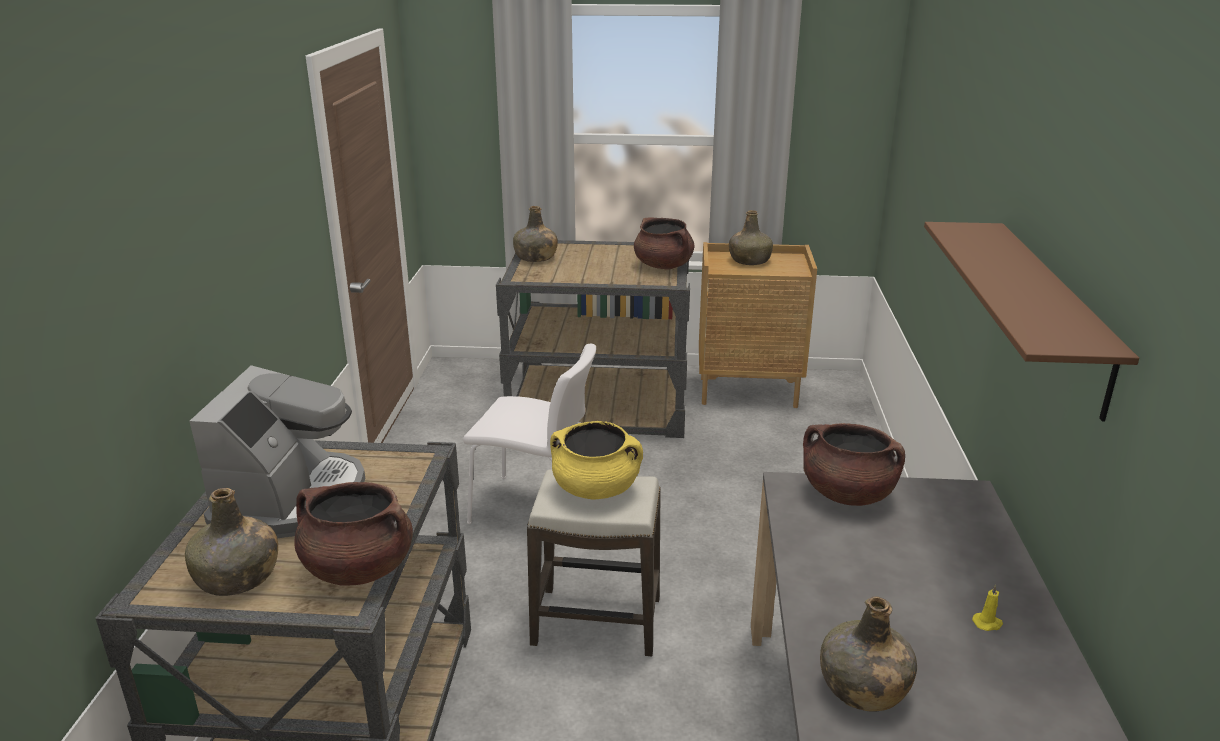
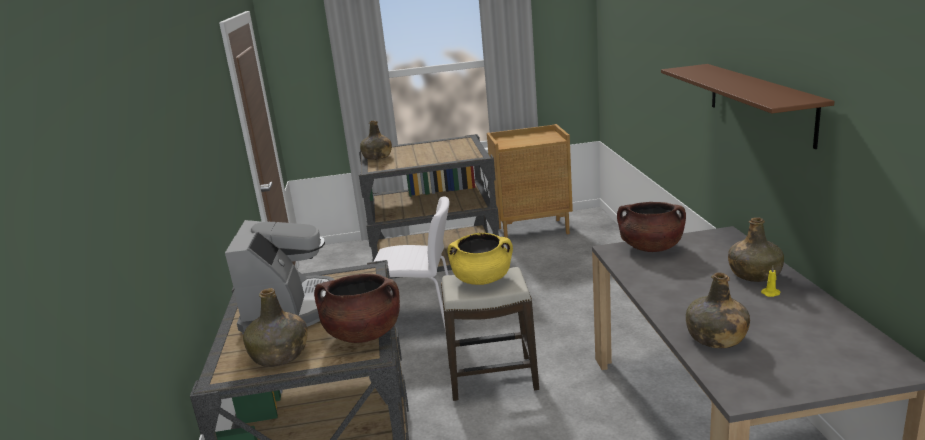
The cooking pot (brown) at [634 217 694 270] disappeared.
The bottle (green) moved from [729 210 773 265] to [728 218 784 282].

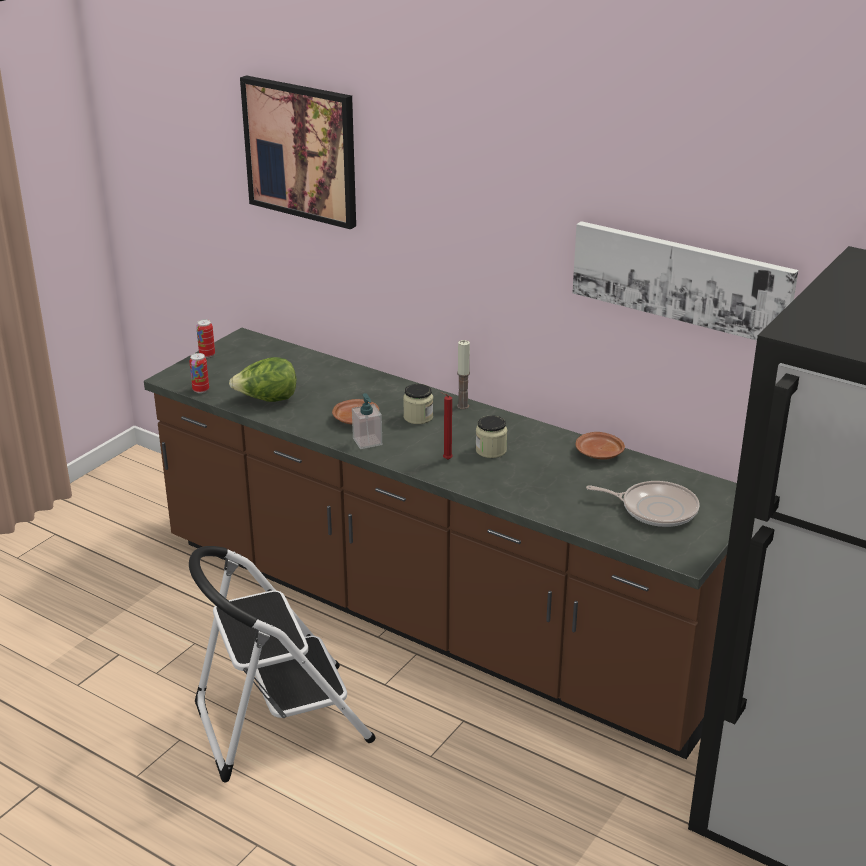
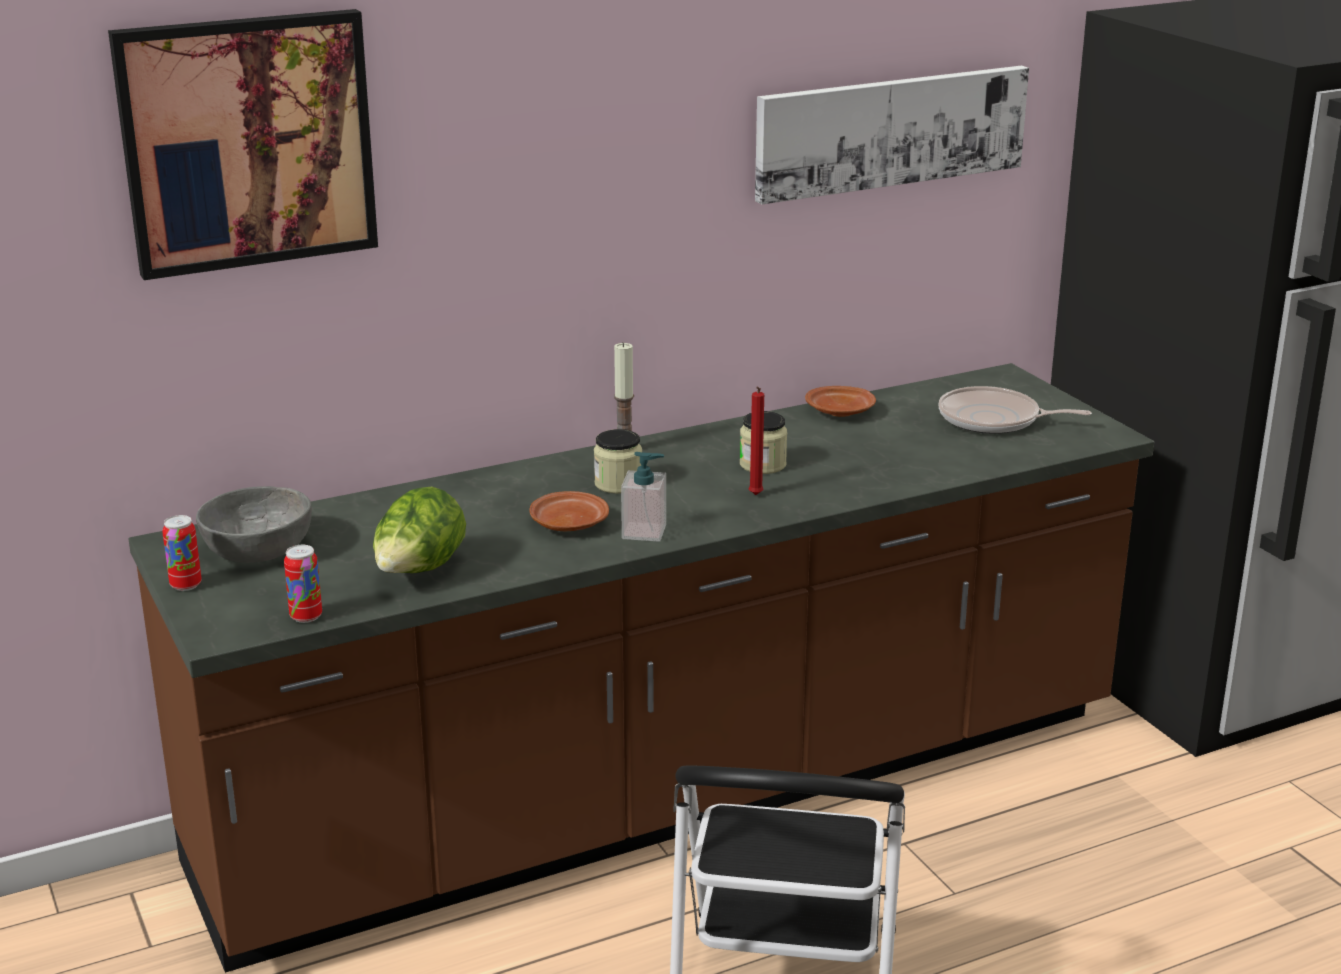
The frying pan at [586 481 699 527] turned 120 degrees counterclockwise.
The bowl (grey) at [196 486 312 563] appeared.

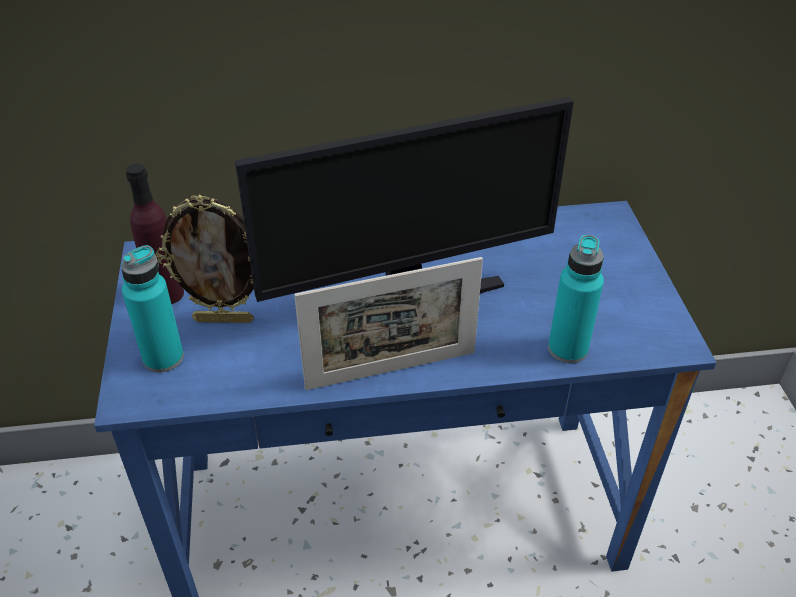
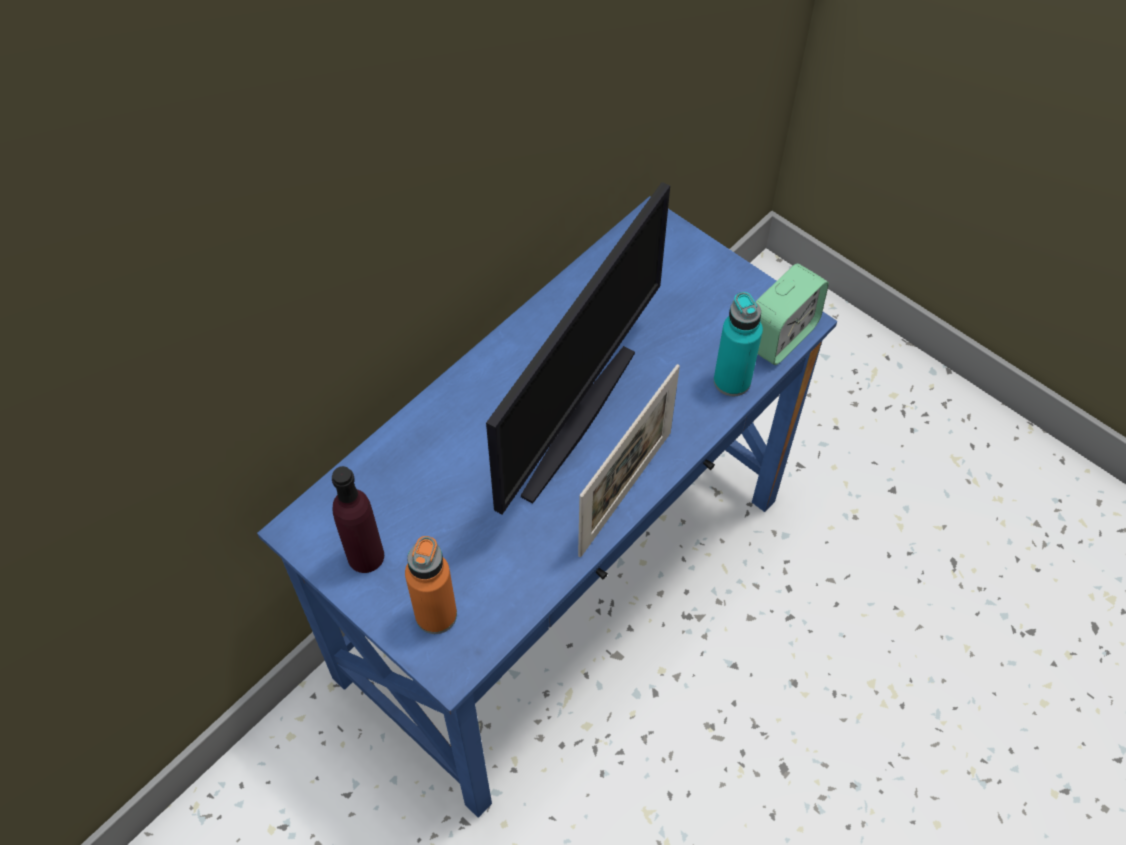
The bottle (turquoise) at [121 245 184 373] became the bottle (orange) at [405 536 457 634].
The picture frame at [156 194 254 323] disappeared.
The alarm clock at [756 264 829 365] appeared.

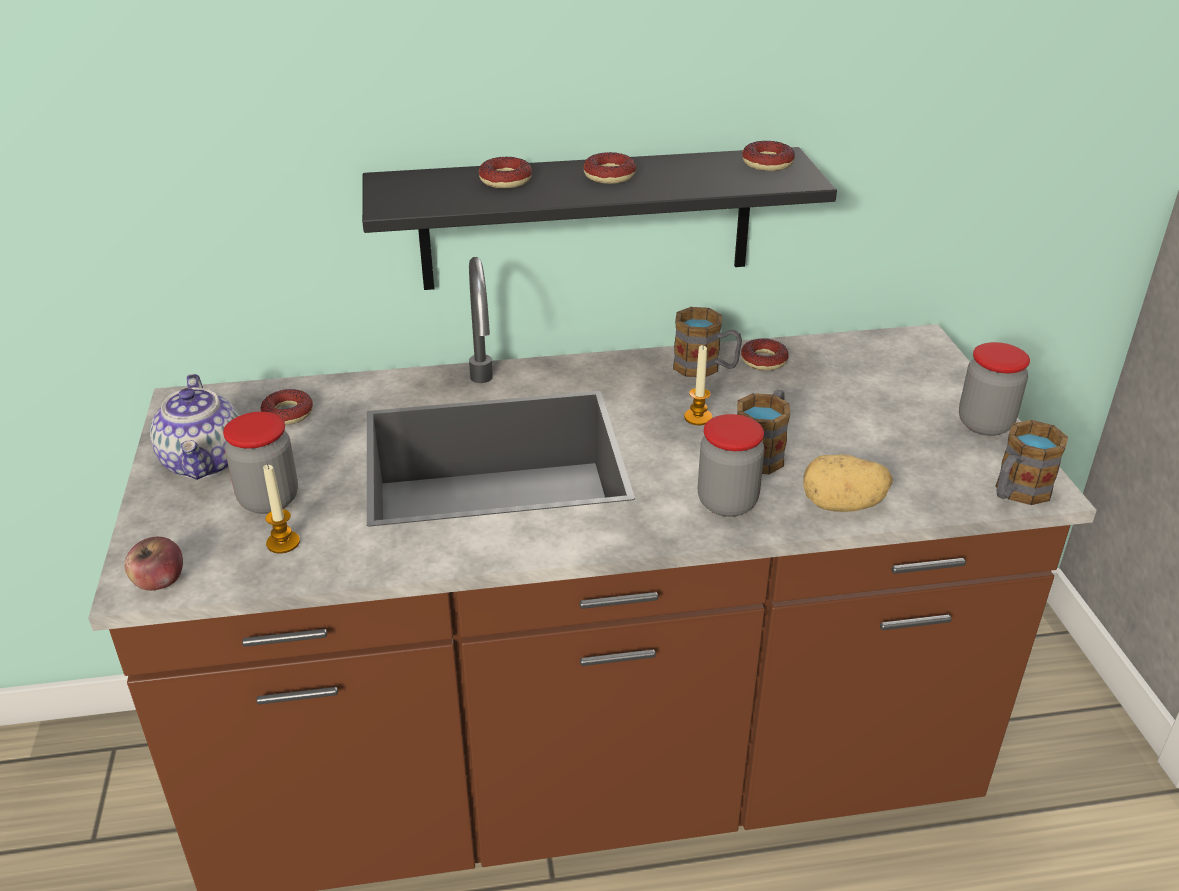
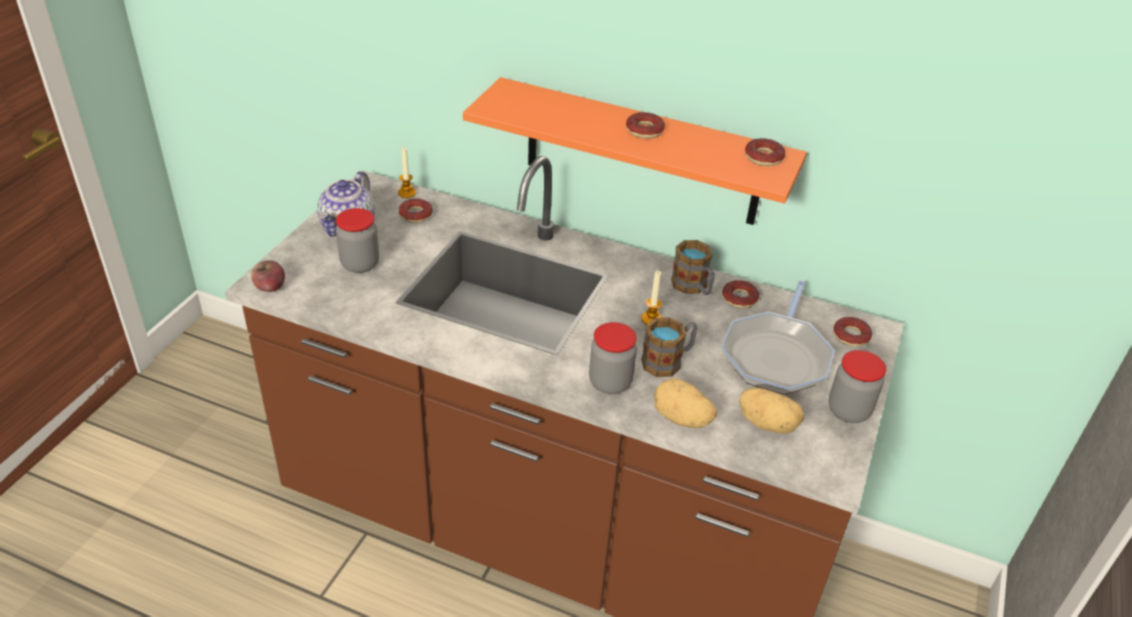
The candle moved from [263 464 300 554] to [398 147 416 198].
The shelf (black) at [362 147 837 290] became the shelf (orange) at [463 77 807 225].
The donut moved from [479 157 532 188] to [833 317 872 347].
The mug at [995 420 1068 505] disappeared.
The frying pan at [721 280 835 394] appeared.
The potato at [739 388 804 434] appeared.

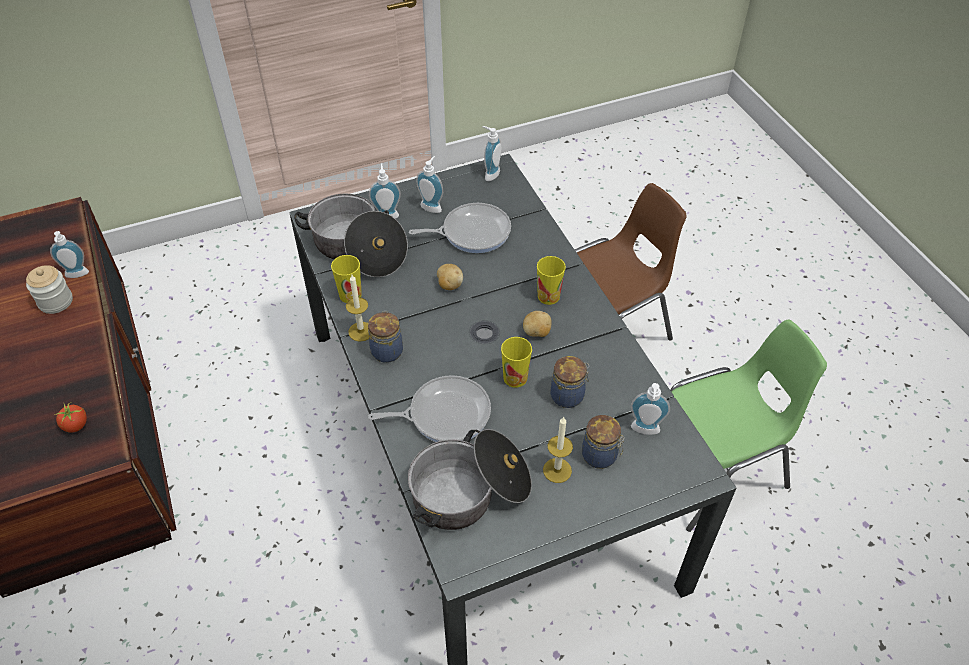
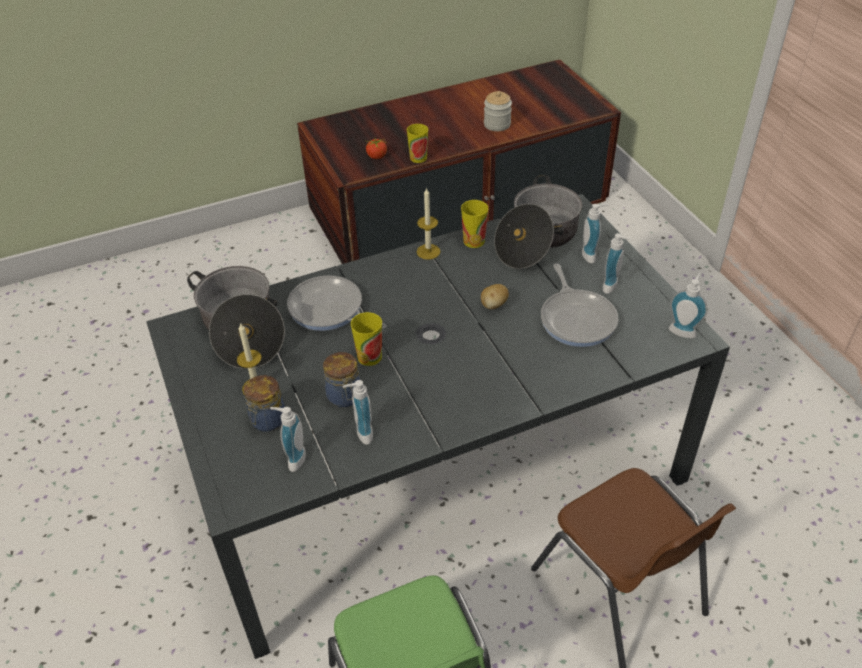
The soap dispenser moved from [50 231 89 278] to [343 380 373 445].
The jar at [368 311 403 363] disappeared.
The frying pan at [368 375 491 442] turned 135 degrees clockwise.
The potato at [523 311 552 337] disappeared.
The cup moved from [537 256 566 305] to [407 124 428 163].

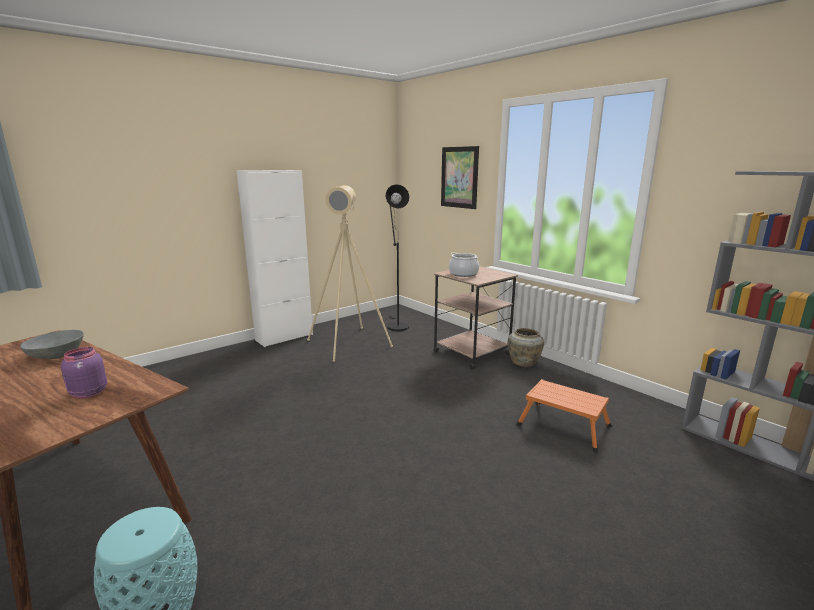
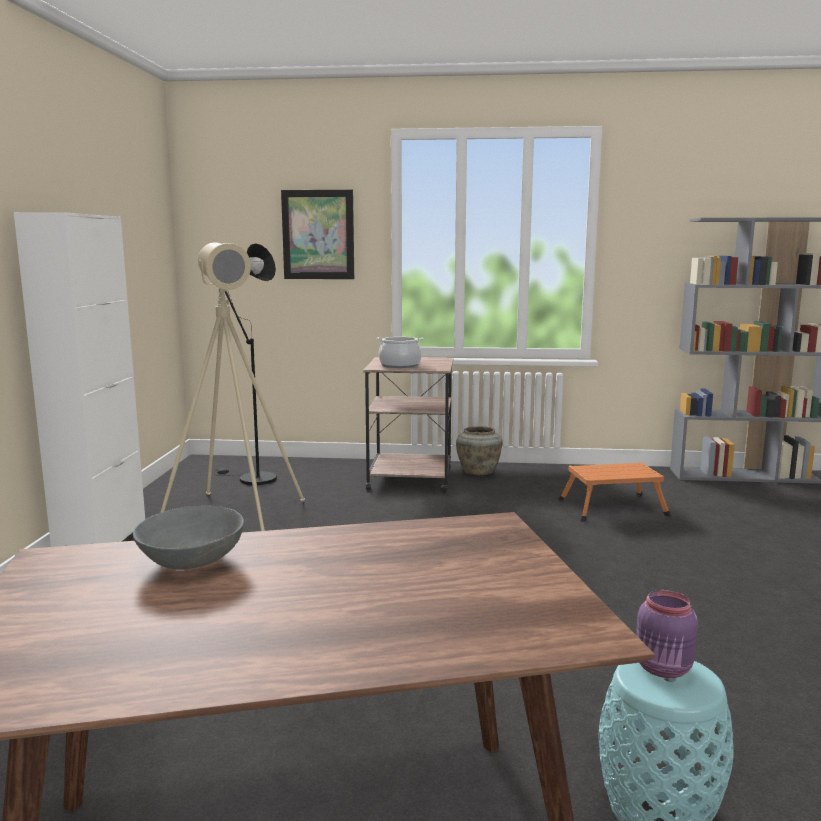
The jar (purple) moved from [61 347 107 398] to [636 590 698 678].

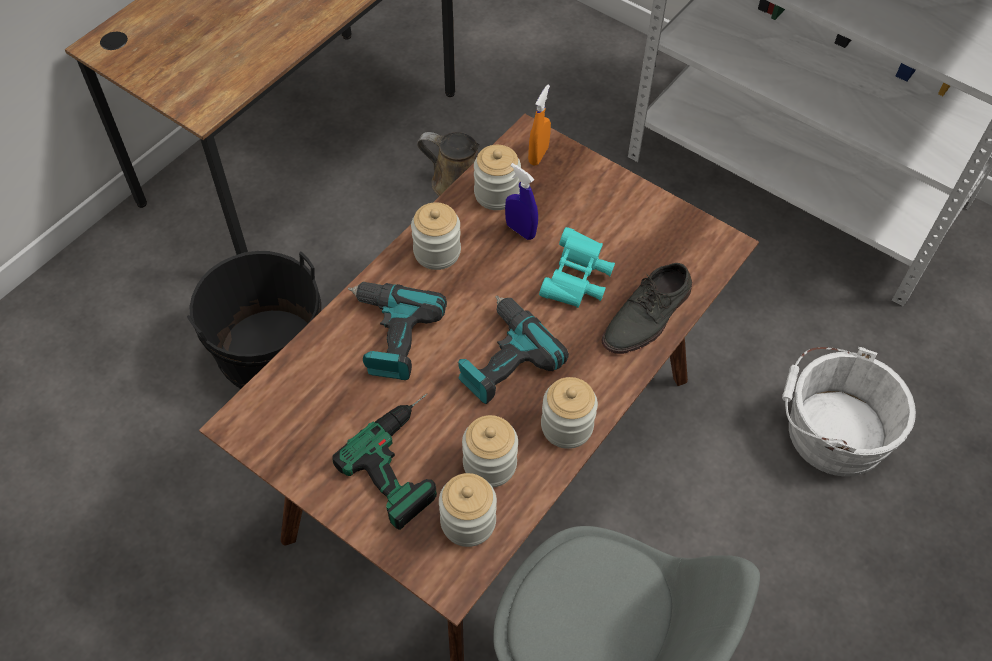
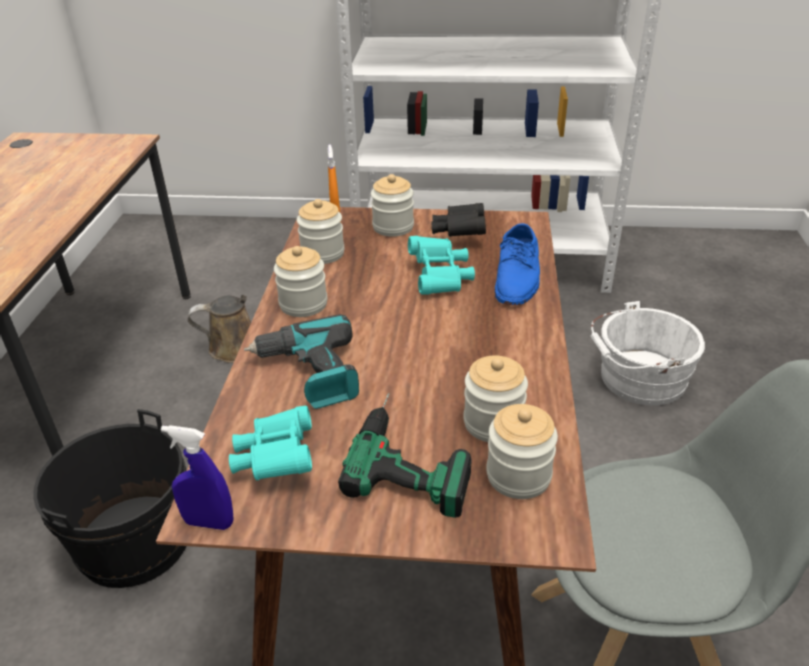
The power drill at [458 296 569 404] disappeared.
The spray bottle (blue) moved from [505 163 538 240] to [161 425 234 530].
The jar moved from [541 377 598 449] to [371 174 414 237].
The shoe (grey) at [602 263 692 354] became the shoe (blue) at [495 223 540 305].
The binoculars (turquoise) at [229 405 312 481] appeared.
The binoculars (black) at [432 203 486 237] appeared.

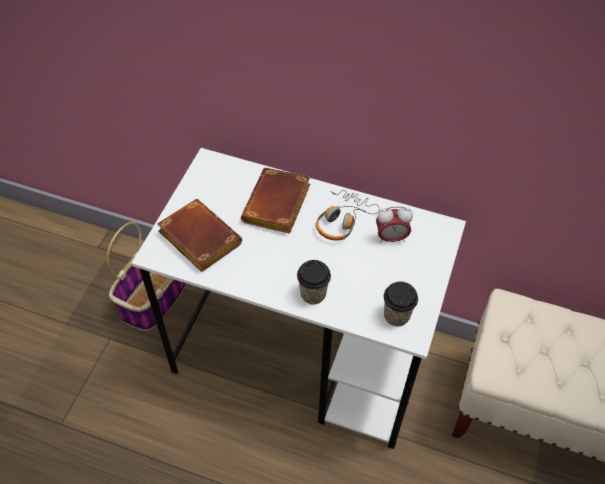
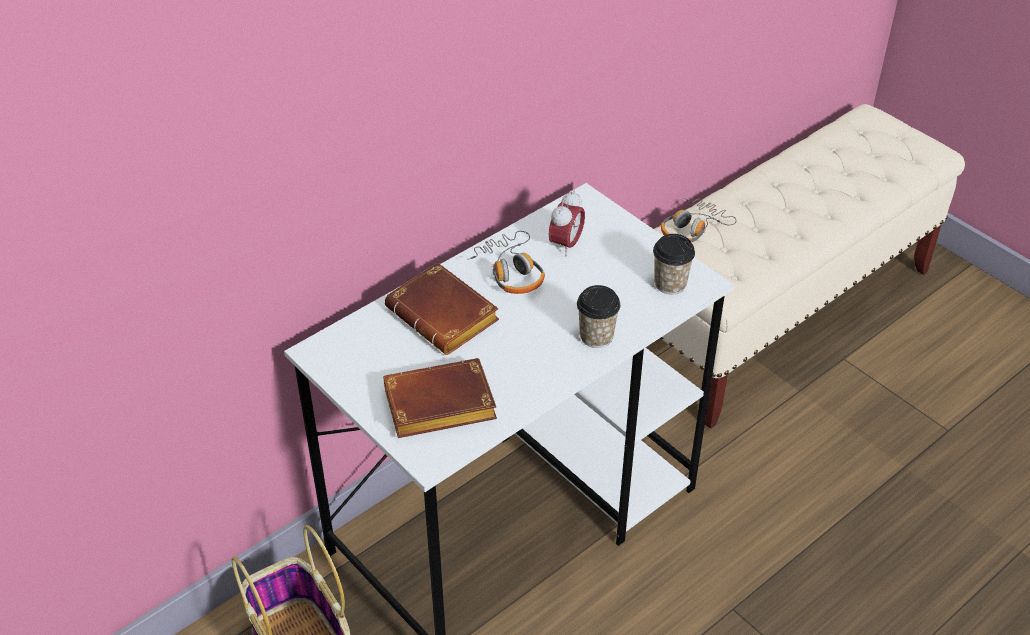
The headphones at [661 198 737 242] appeared.

